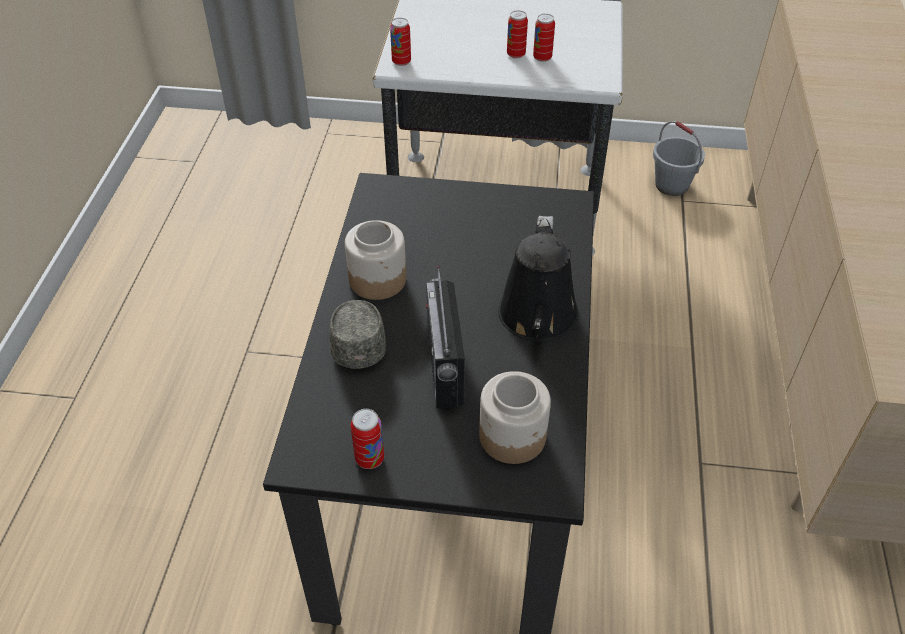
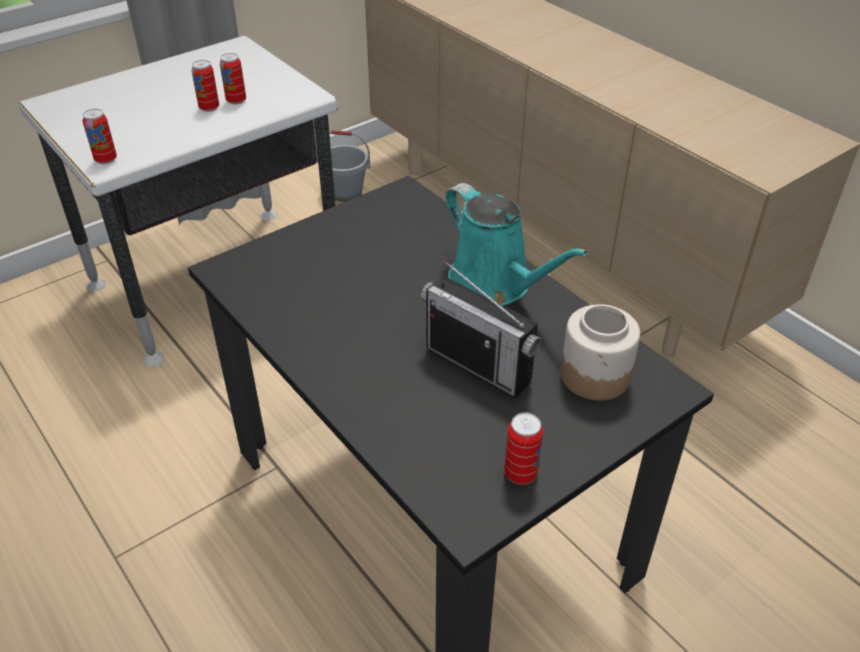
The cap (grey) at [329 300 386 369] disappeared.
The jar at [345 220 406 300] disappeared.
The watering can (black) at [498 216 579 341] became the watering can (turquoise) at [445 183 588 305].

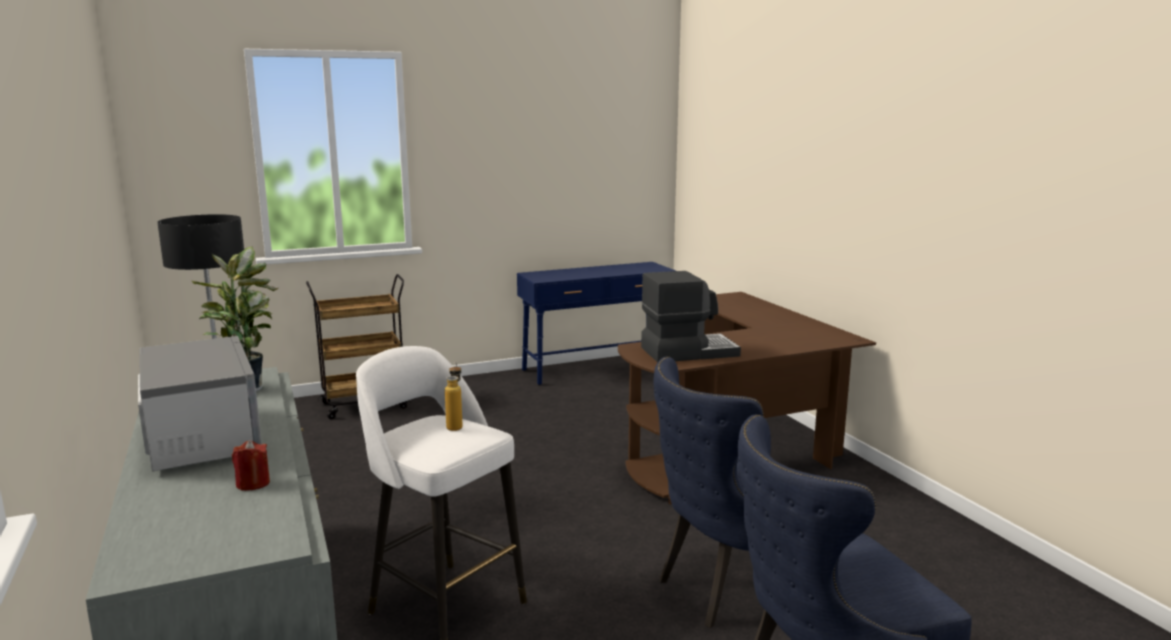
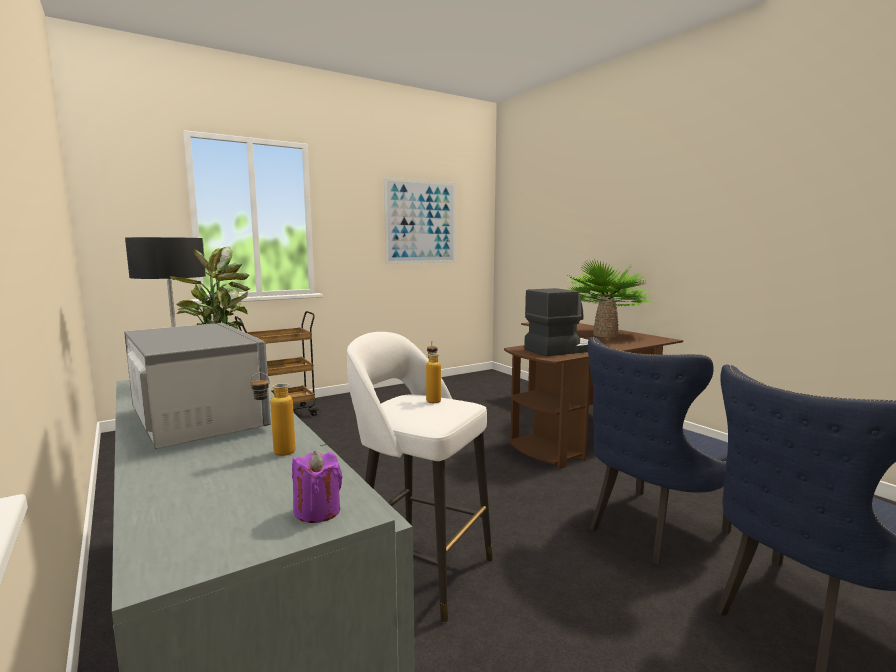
The candle (red) at [232 440 270 491] was replaced by the bottle at [250 373 295 456].
The console table (blue) at [517 262 676 385] disappeared.
The candle (purple) at [292 451 342 523] appeared.
The picture at [384 177 456 264] appeared.
The potted plant at [566 259 652 337] appeared.

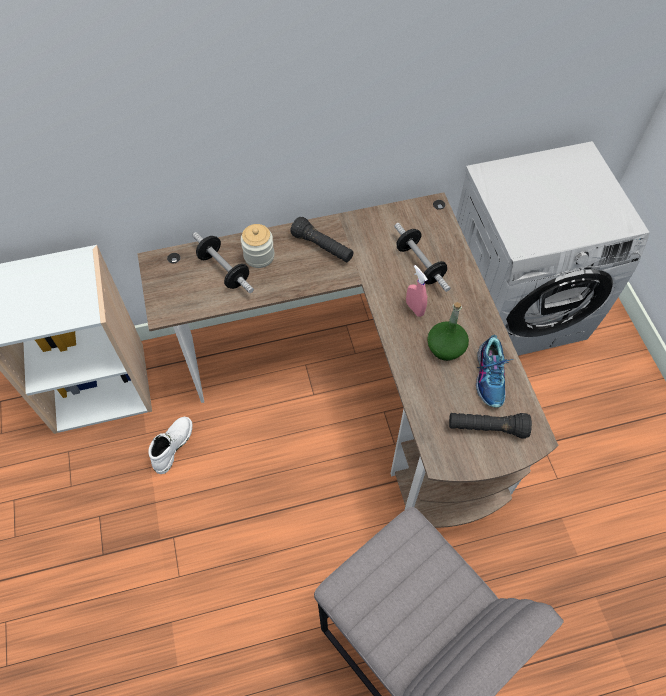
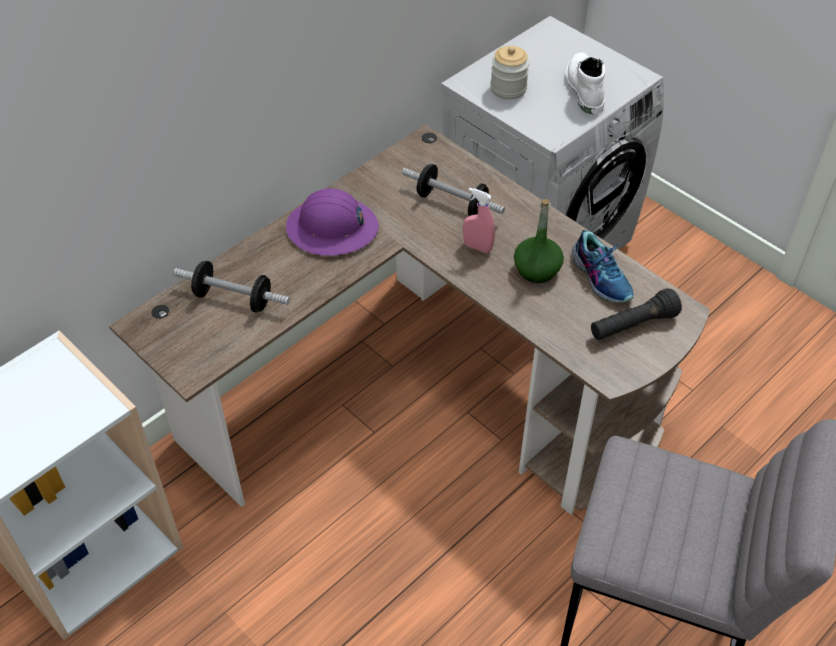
The boot (white) moved from [148 417 193 474] to [566 52 605 114].
The jar moved from [241 224 275 268] to [490 46 529 100].
The flashlight (black) at [290 217 353 262] was replaced by the hard hat (purple) at [286 188 379 256].

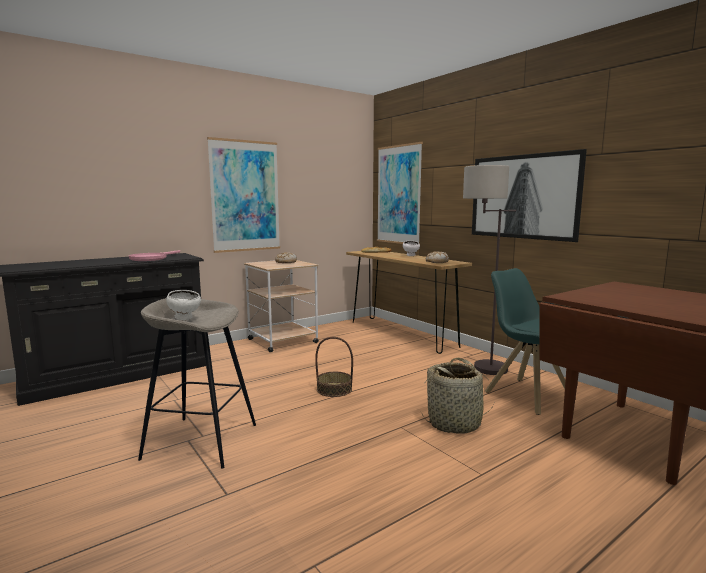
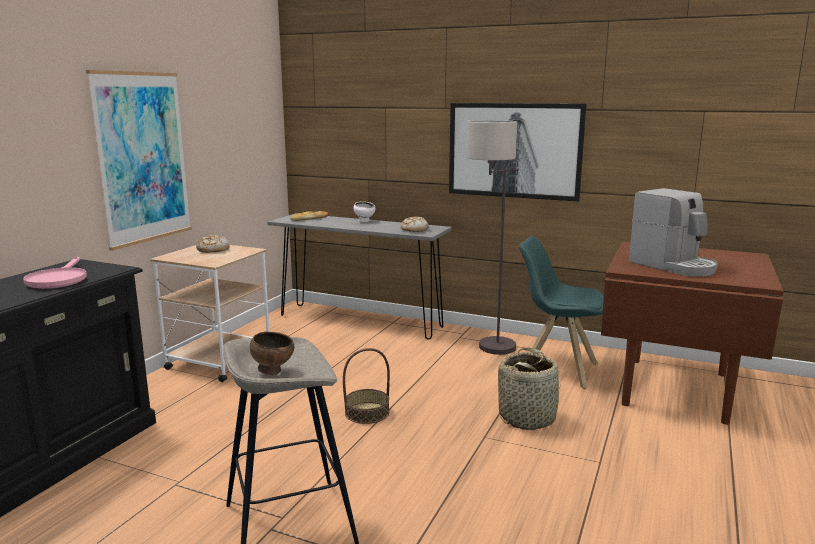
The bowl (white) at [166 290 201 320] became the bowl (brown) at [250 332 294 375].
The console table (brown) at [346 251 472 354] became the console table (grey) at [268 213 452 340].
The picture at [377 142 423 244] disappeared.
The coffee machine at [629 188 718 277] appeared.

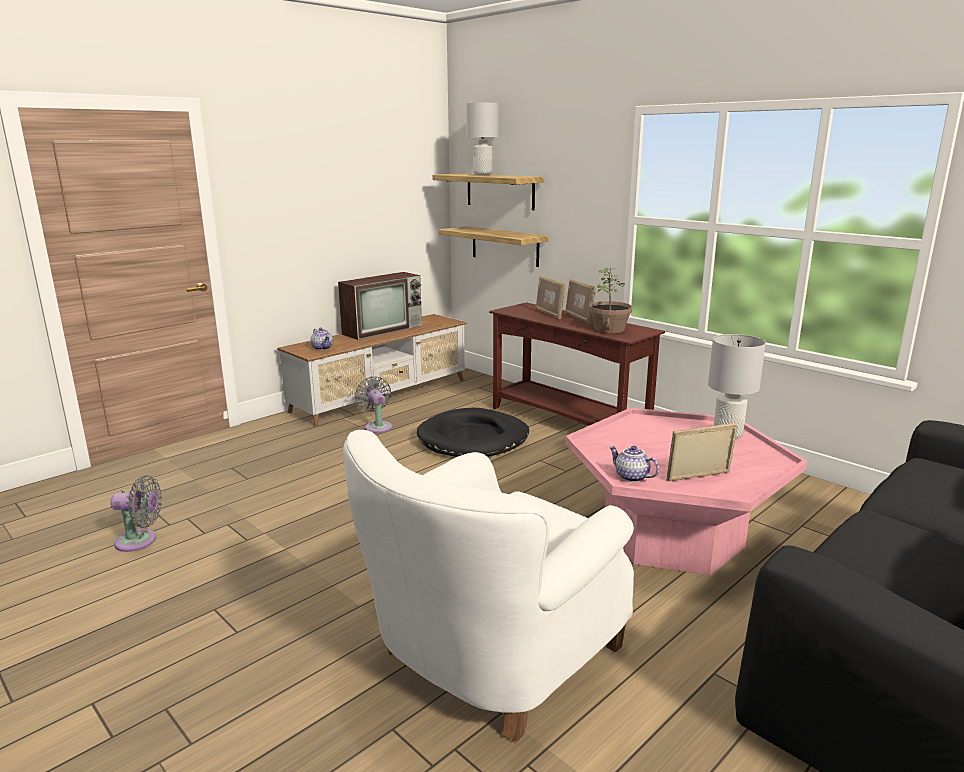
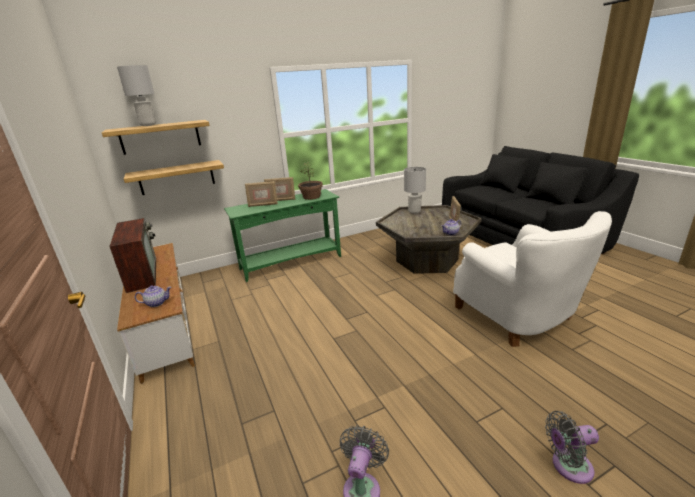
The fan (grey) moved from [355 376 392 433] to [545 411 599 484].
The dog bed (black) at [417 407 529 457] disappeared.
The console table (brown) at [489 302 665 426] became the console table (green) at [224 189 341 282].
The coffee table (pink) at [565 408 808 575] became the coffee table (grey) at [376 205 482 274].

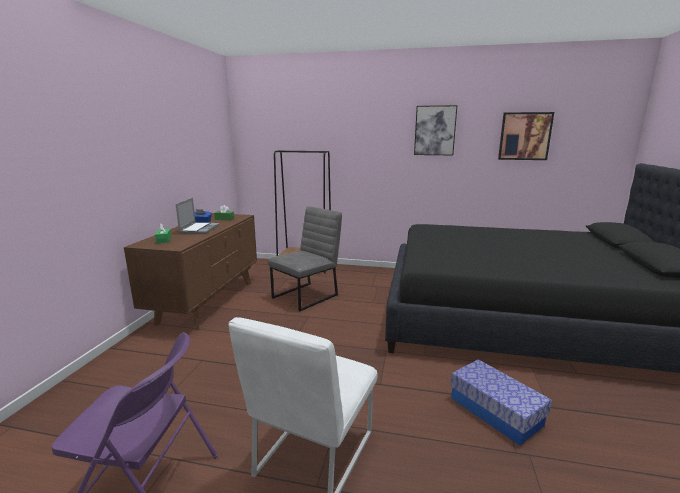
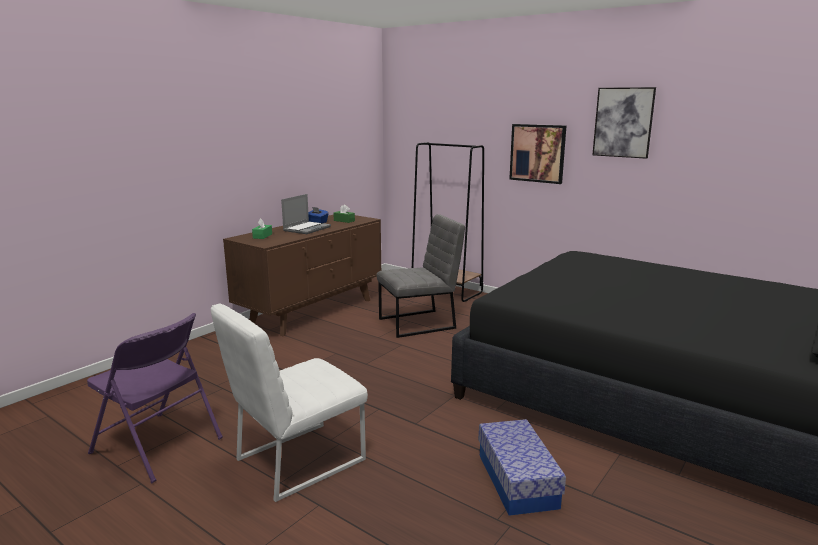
The picture moved from [498 112 554 160] to [509 124 566 184].

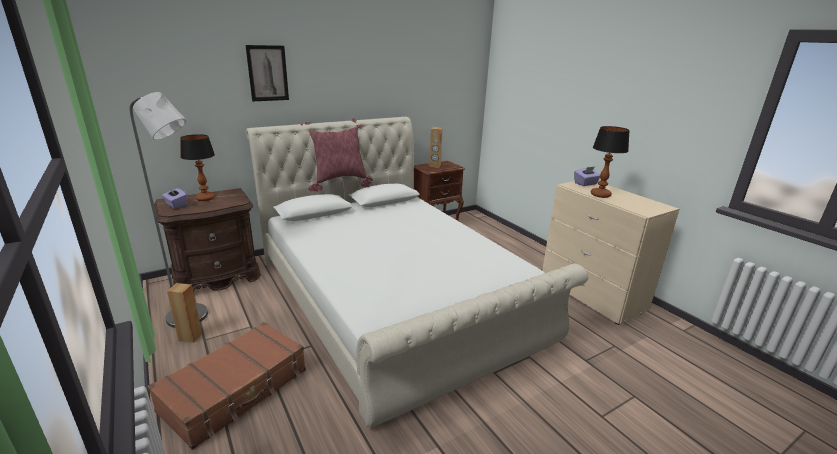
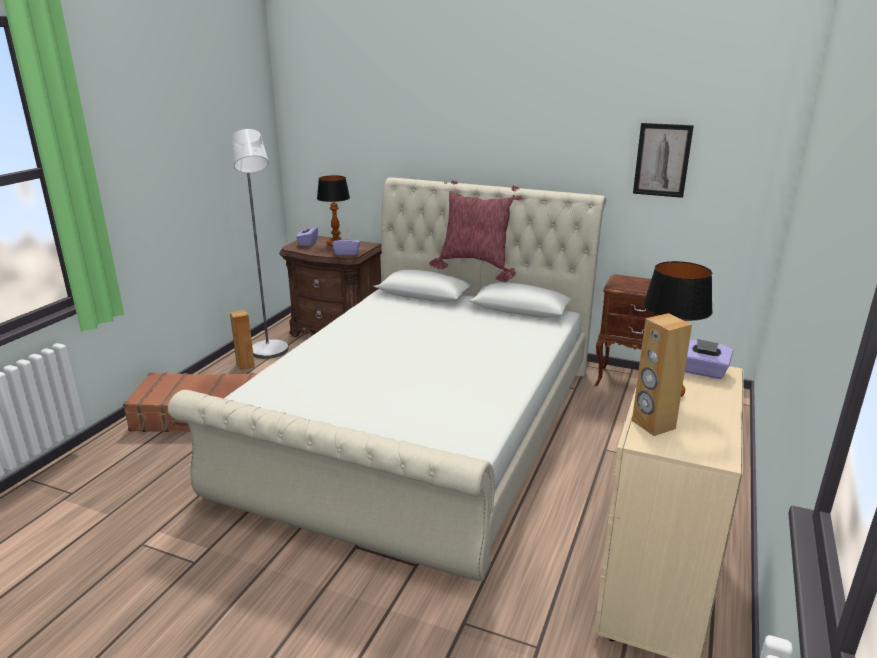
The picture moved from [245 45 289 101] to [633 123 694 198].
The speaker (brown) moved from [429 127 443 168] to [632 313 692 436].
The tissue box (purple) at [332 233 360 255] appeared.

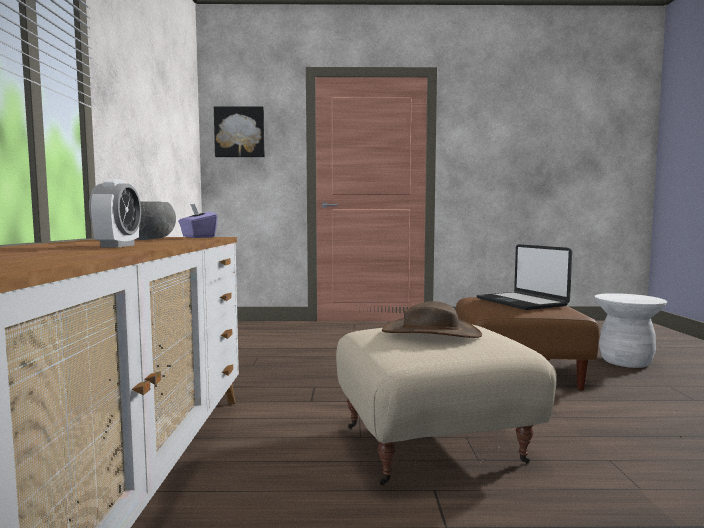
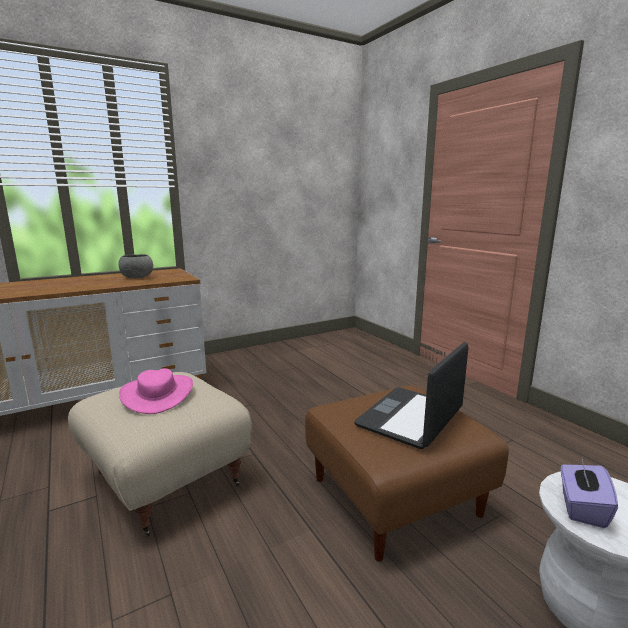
The alarm clock at [89 179 141 247] disappeared.
The tissue box (purple) moved from [178 204 218 238] to [561 459 618 528].
The picture at [214 106 265 157] disappeared.
The hat (brown) at [382 301 482 338] became the hat (pink) at [119 368 193 414].

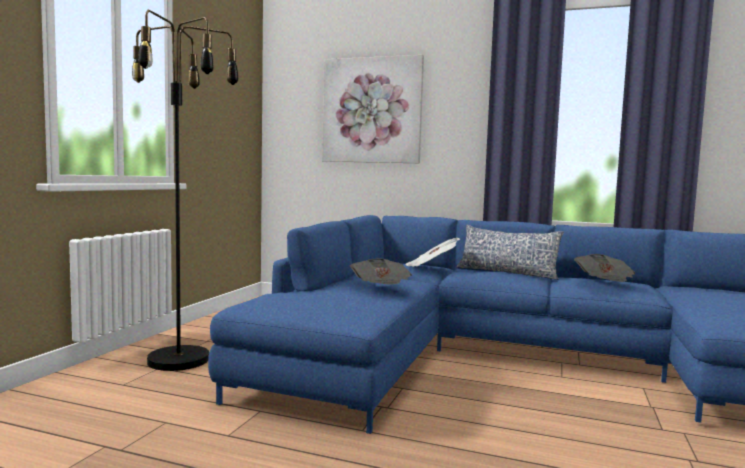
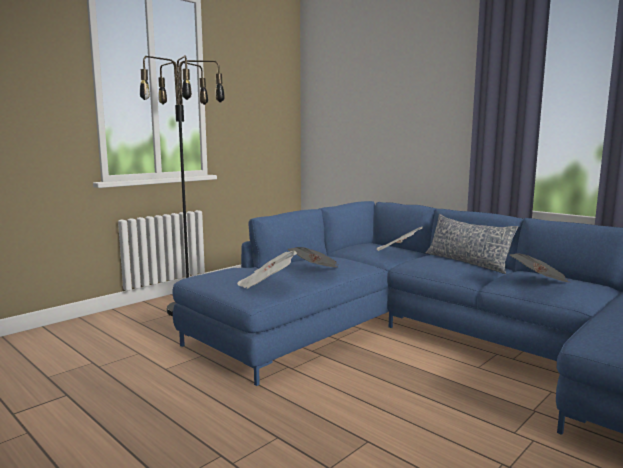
The picture at [322 55 424 163] disappeared.
The newspaper at [237 251 297 289] appeared.

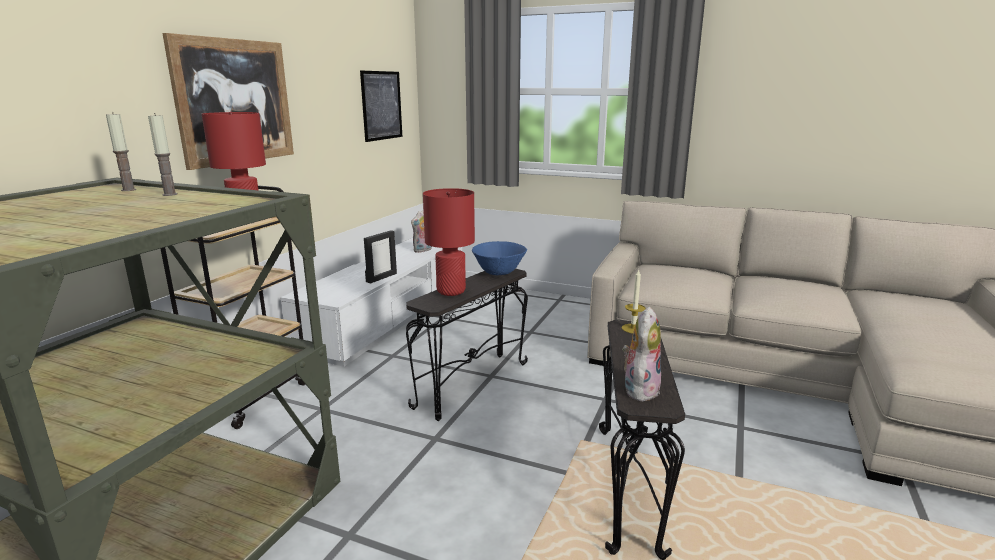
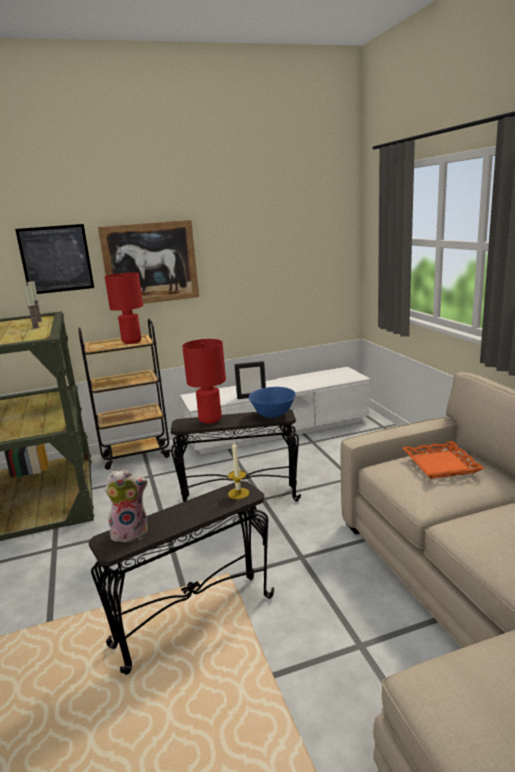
The picture moved from [360 71 402 142] to [15 224 94 294].
The plush toy at [411 210 432 253] disappeared.
The tray (orange) at [402 441 485 479] appeared.

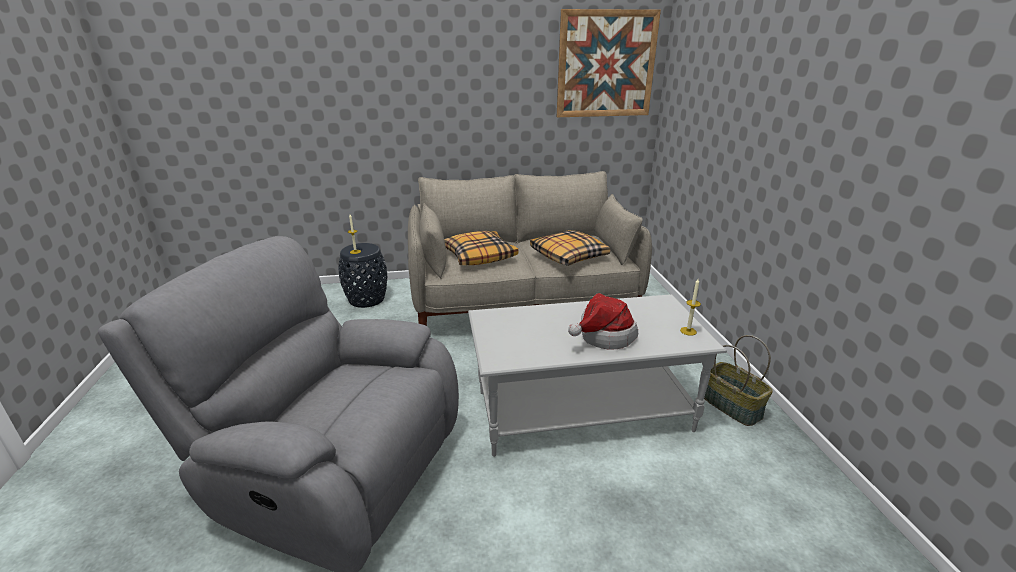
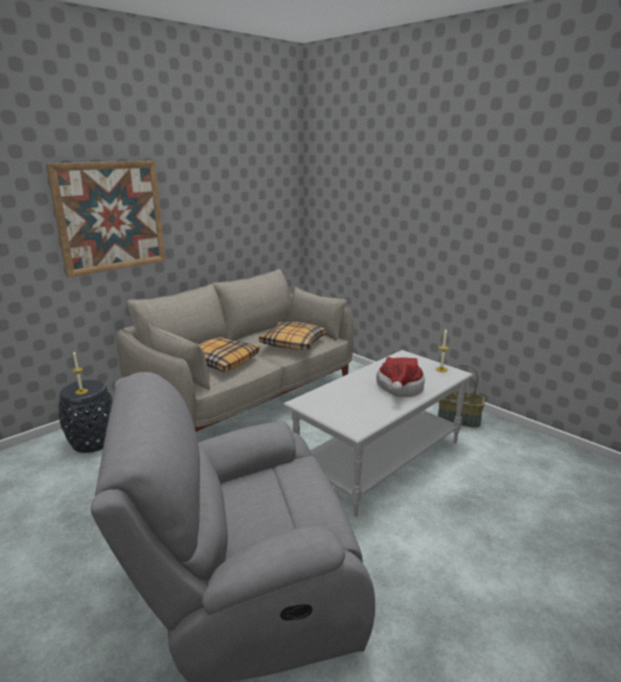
The picture moved from [557 9 661 117] to [46 161 166 278].

